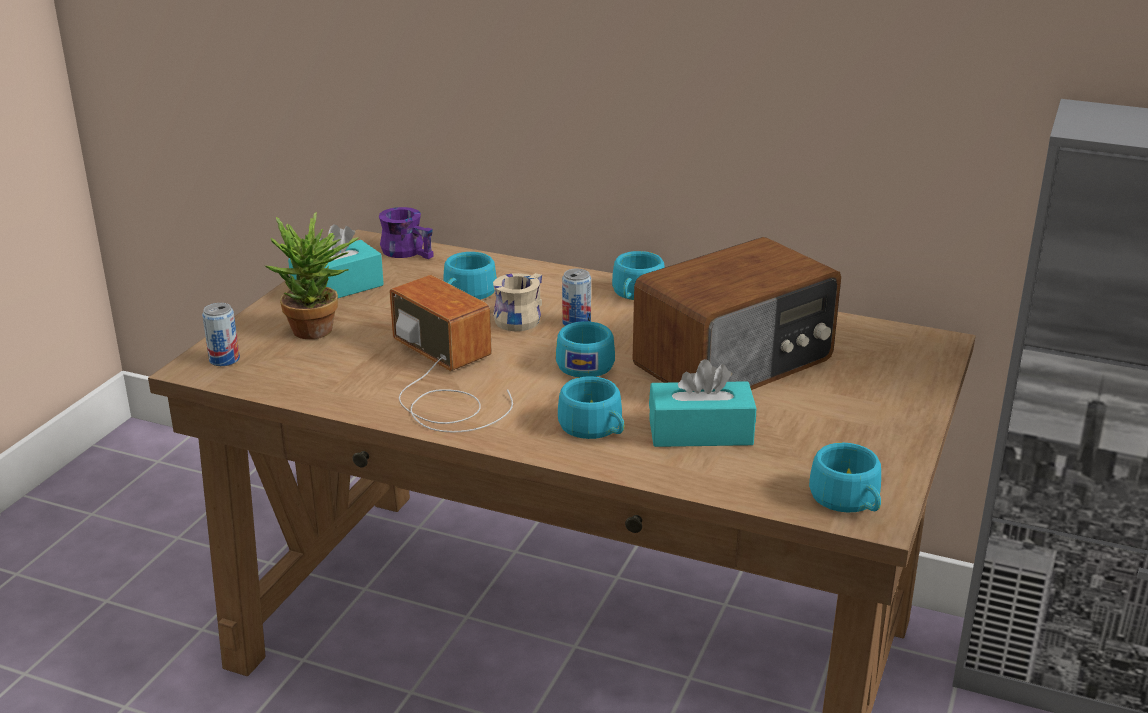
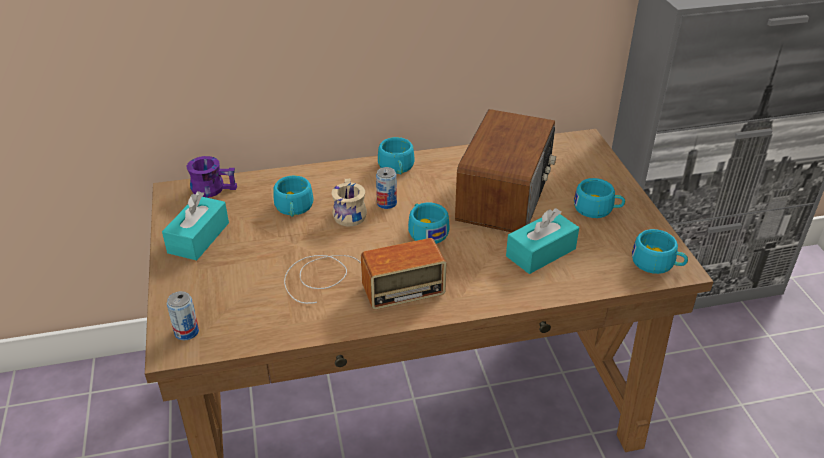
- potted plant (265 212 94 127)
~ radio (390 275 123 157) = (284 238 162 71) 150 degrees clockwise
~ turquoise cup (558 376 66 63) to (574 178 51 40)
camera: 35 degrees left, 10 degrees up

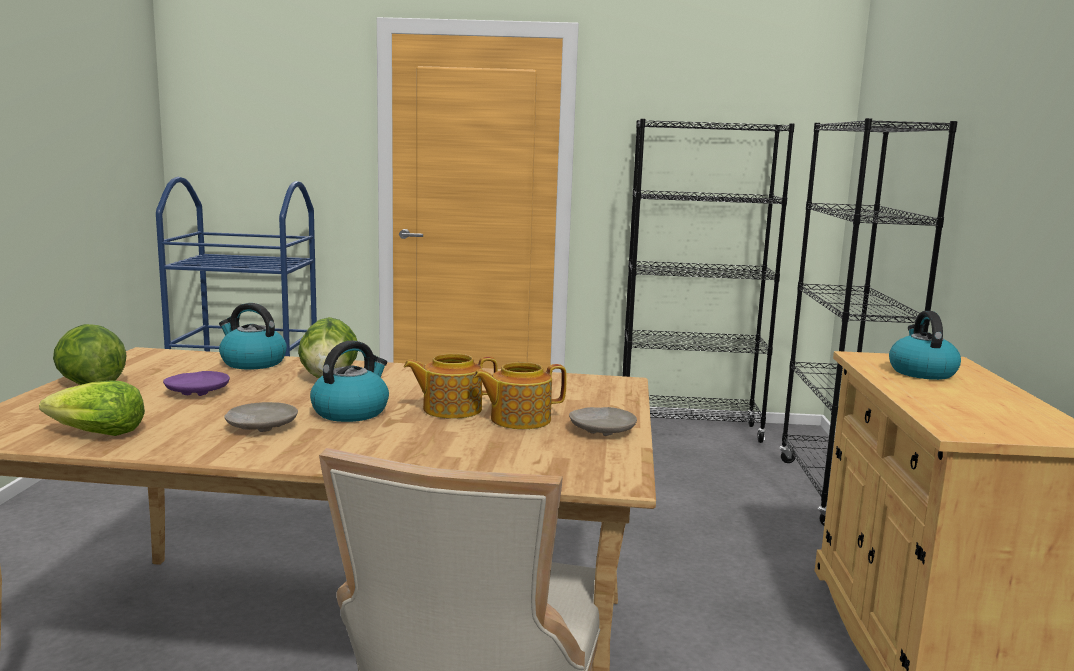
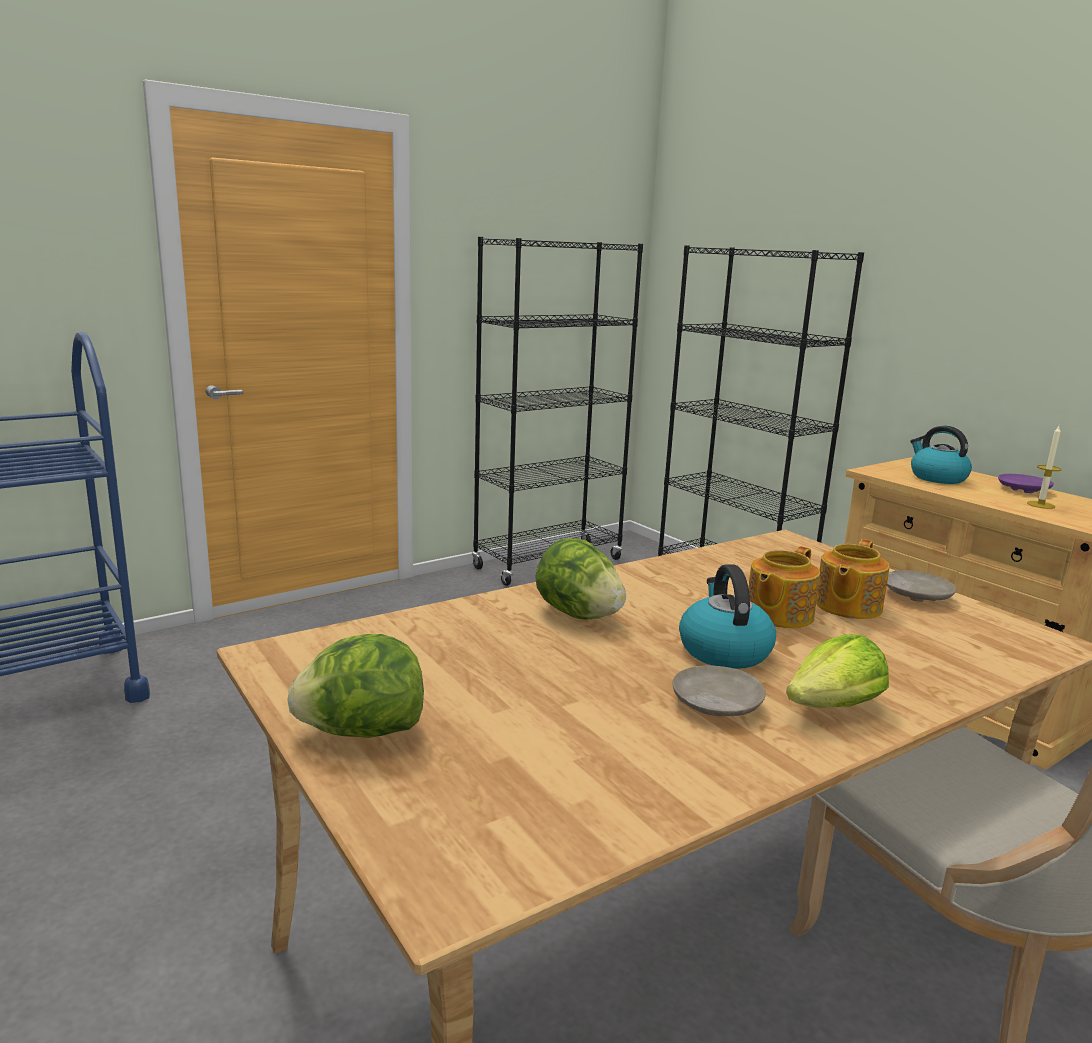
~ lettuce (39 381 106 55) to (786 634 103 74)
~ purple plate (163 371 67 25) to (998 474 56 19)
- kettle (219 303 68 67)
+ candle (1027 426 35 83)
camera: 40 degrees left, 5 degrees up

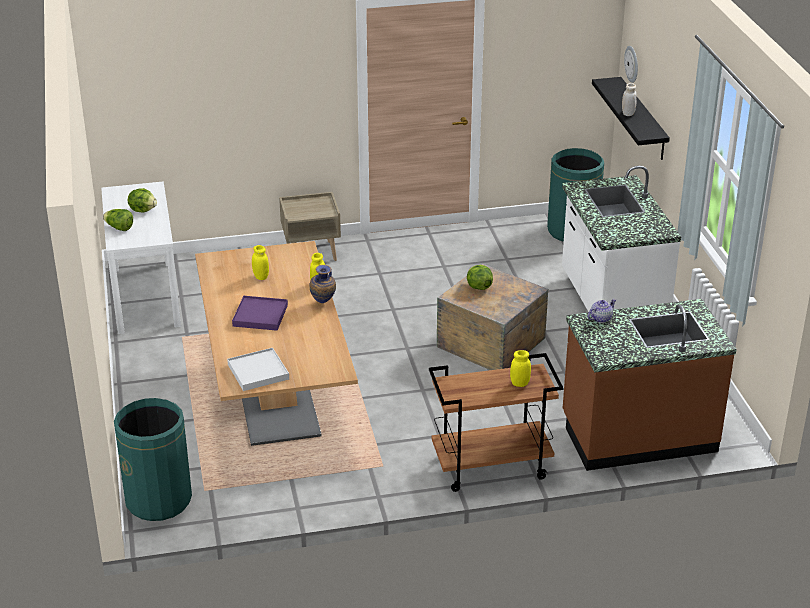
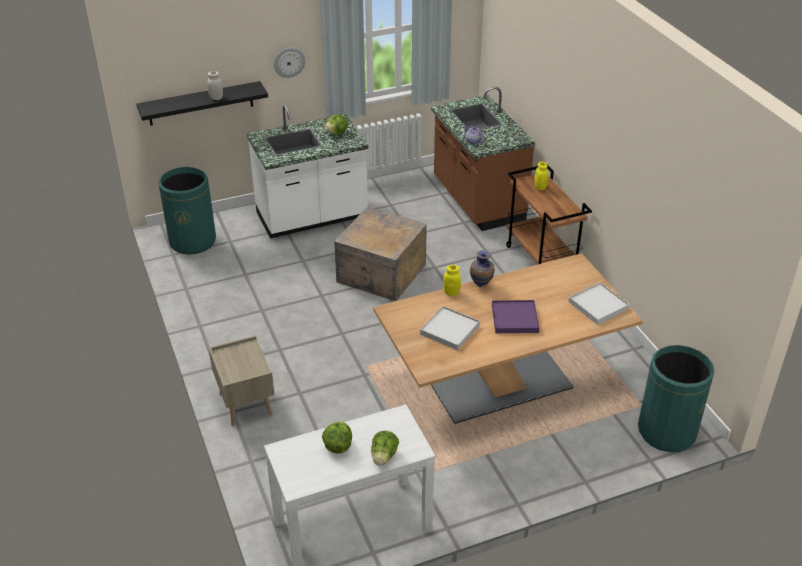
~ yellow jar (252 245 17 35) to white tray (420 306 60 44)
~ lettuce (467 265 26 25) to (325 114 23 21)
~ wall clock (624 46 14 37) to (274 48 31 30)
camera: 100 degrees left, 5 degrees up

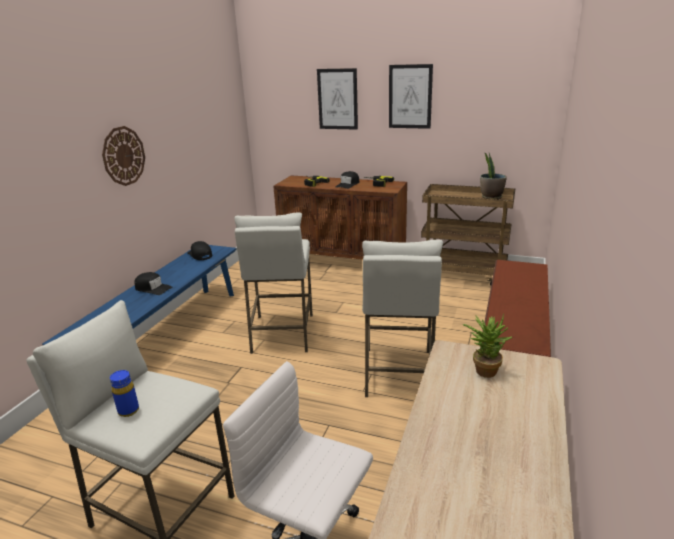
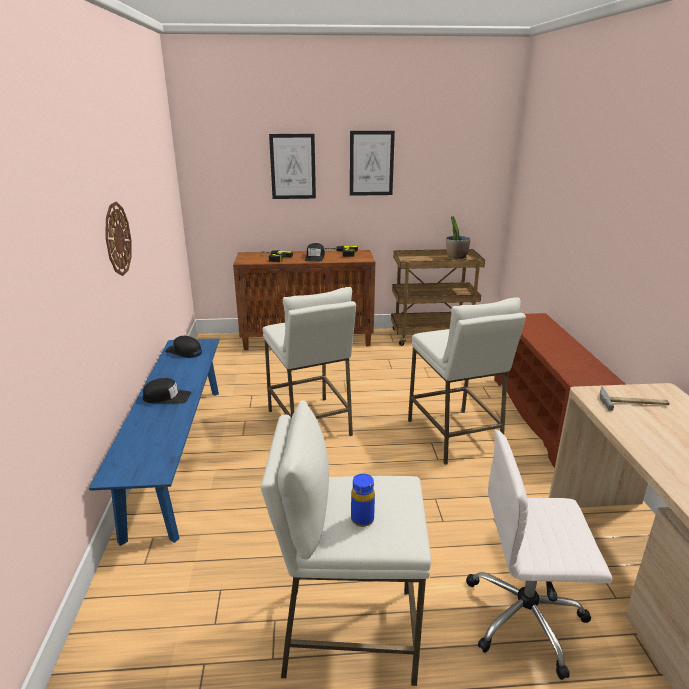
~ potted plant (463 314 49 64) to hammer (600 386 70 25)
camera: 25 degrees left, 0 degrees up

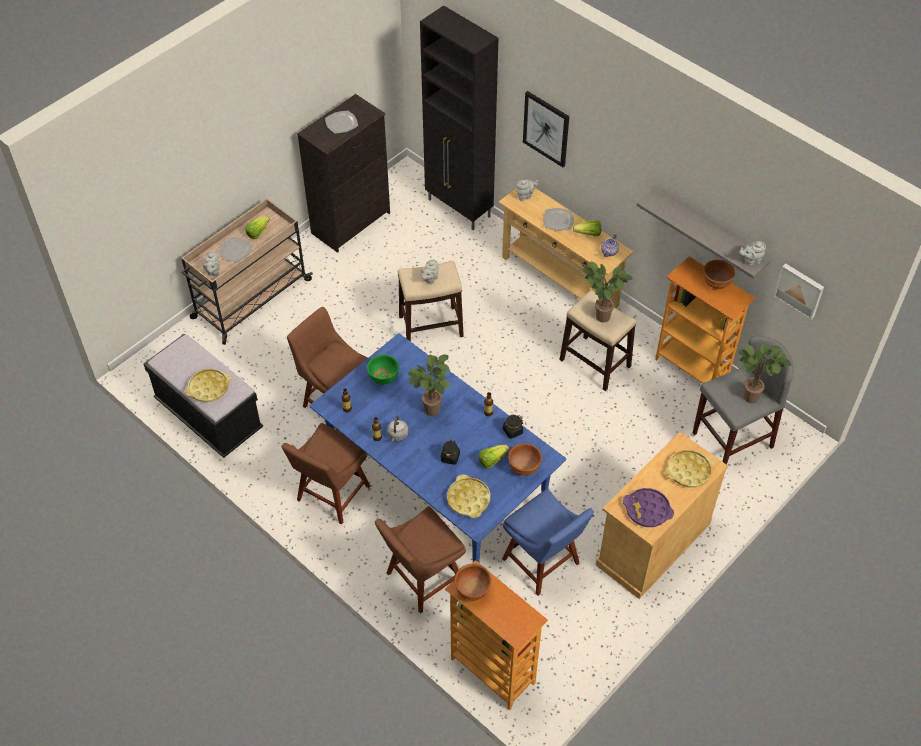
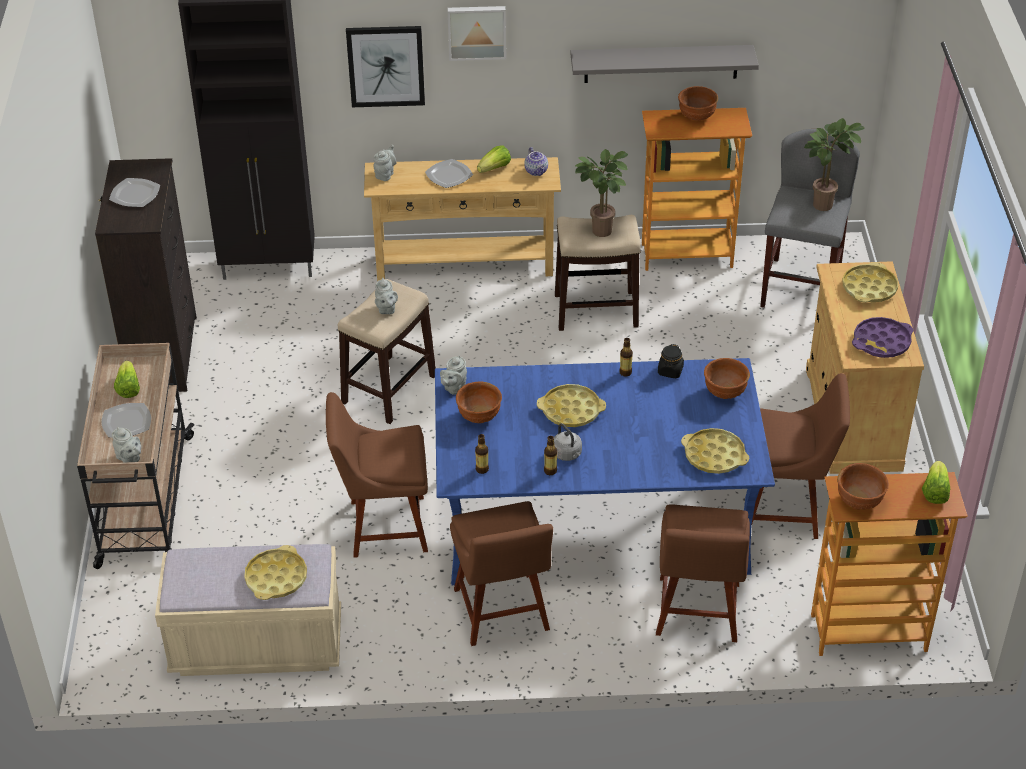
~ black bench (143 334 120 124) to beige bench (155 544 186 132)
~ green bowl (367 354 32 31) to brown bowl (456 381 46 42)
~ potted plant (408 354 42 62) to yellow tray (537 384 69 43)
- black jar (441 440 19 25)
~ lettuce (479 445 31 24) to (922 461 28 43)
~ blue chair (502 489 92 107) to brown chair (751 373 99 166)
~ grey teapot (739 241 27 25) to (440 355 27 40)
~ picture (774 263 50 56) to (447 6 59 55)
camera: 45 degrees left, 10 degrees down

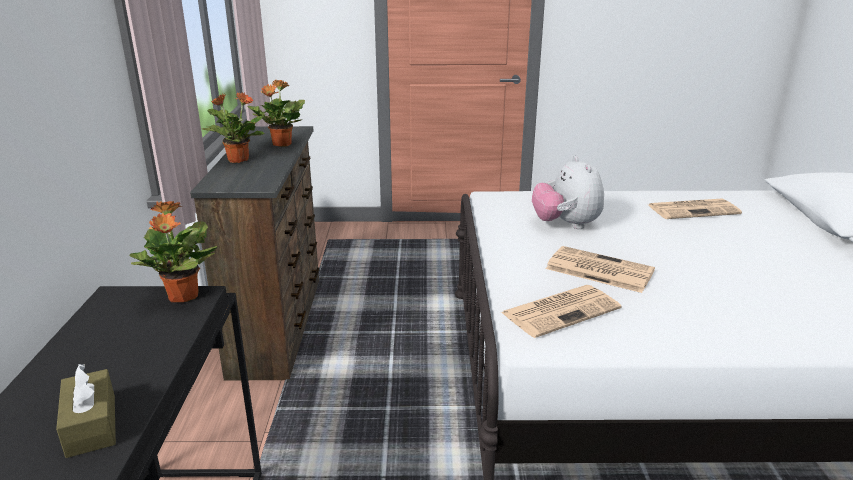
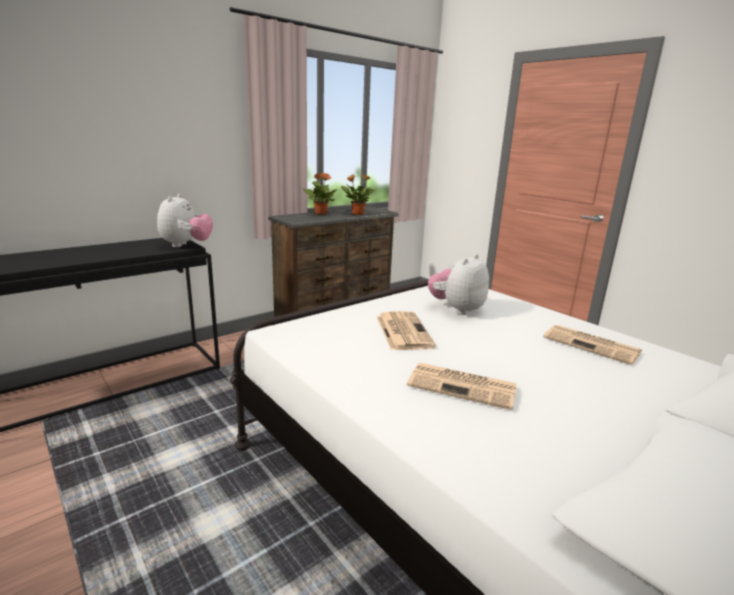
- brown tissue box (56 364 60 94)
~ potted plant (129 201 88 101) to plush toy (157 194 56 53)
~ newspaper (501 285 120 53) to (407 363 110 47)
camera: 50 degrees right, 5 degrees down

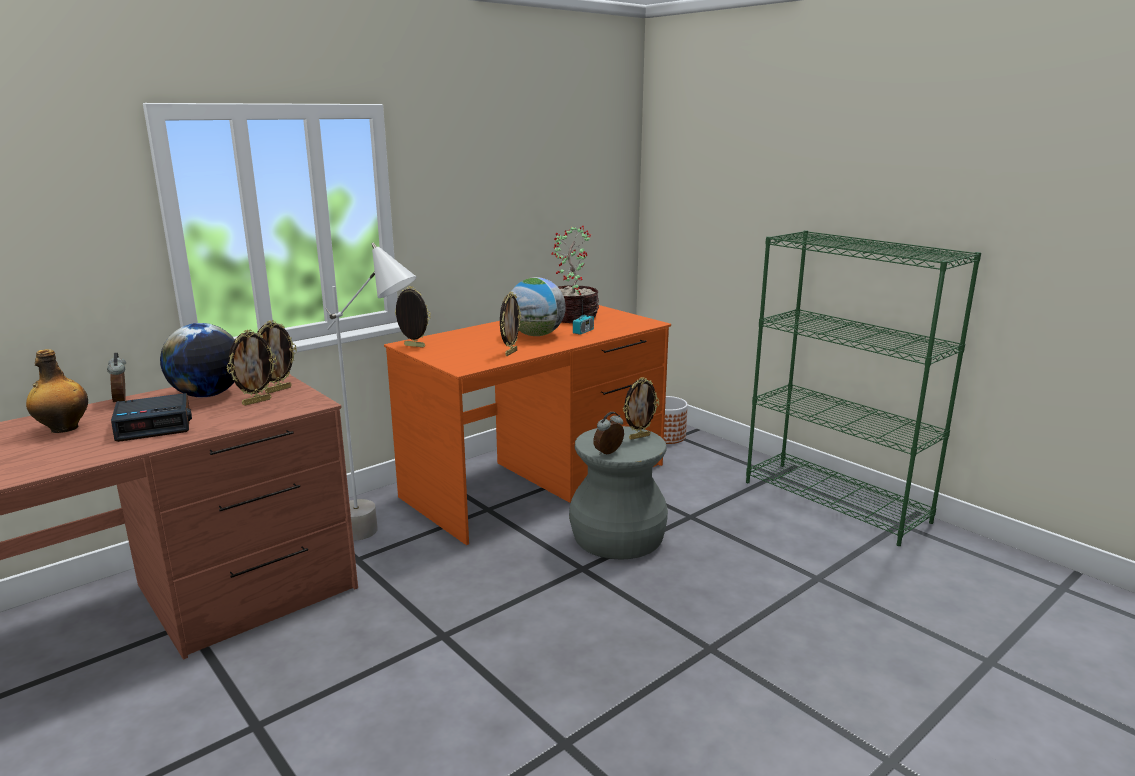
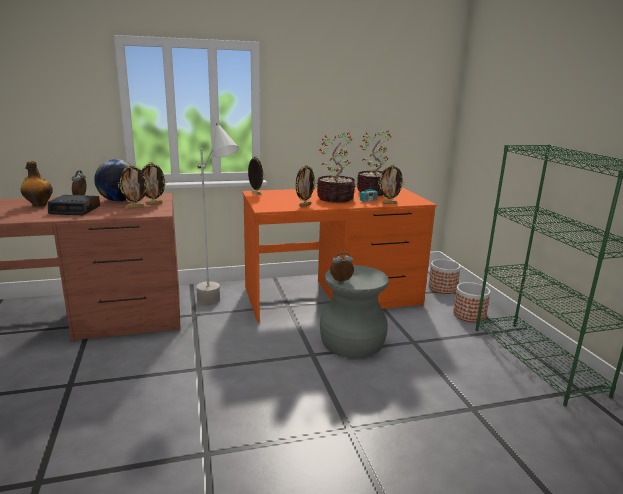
~ globe (511 277 55 59) to potted plant (317 132 38 71)
~ picture frame (623 377 36 63) to (378 164 27 40)
+ planter (453 282 37 40)
camera: 25 degrees right, 0 degrees up

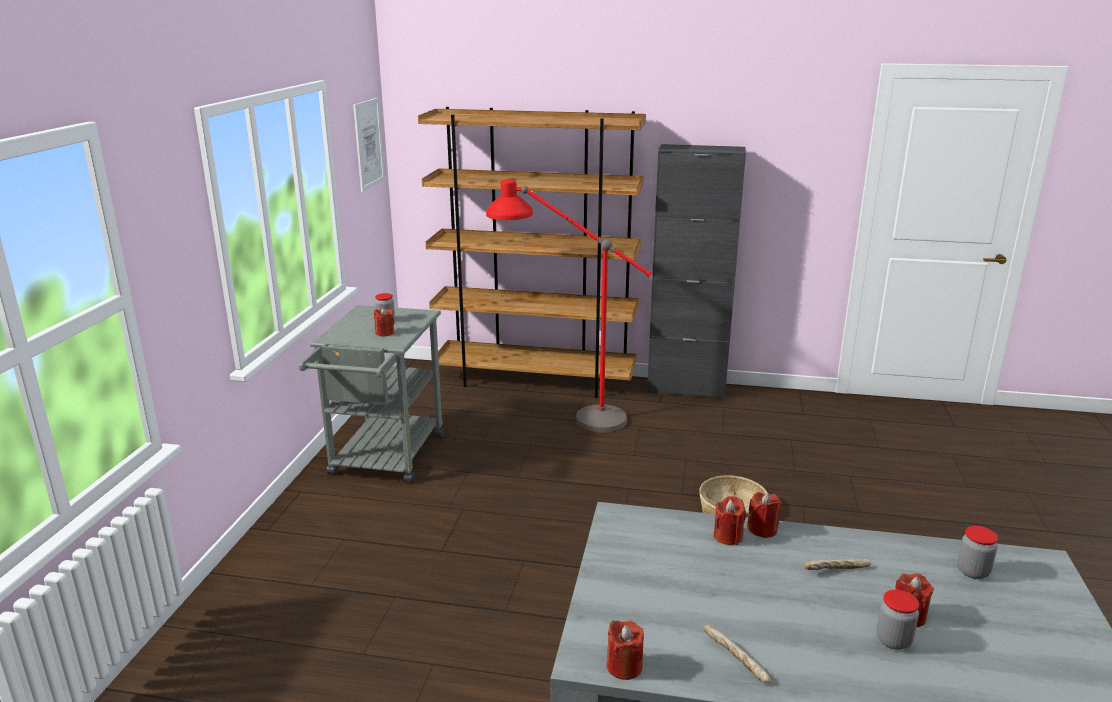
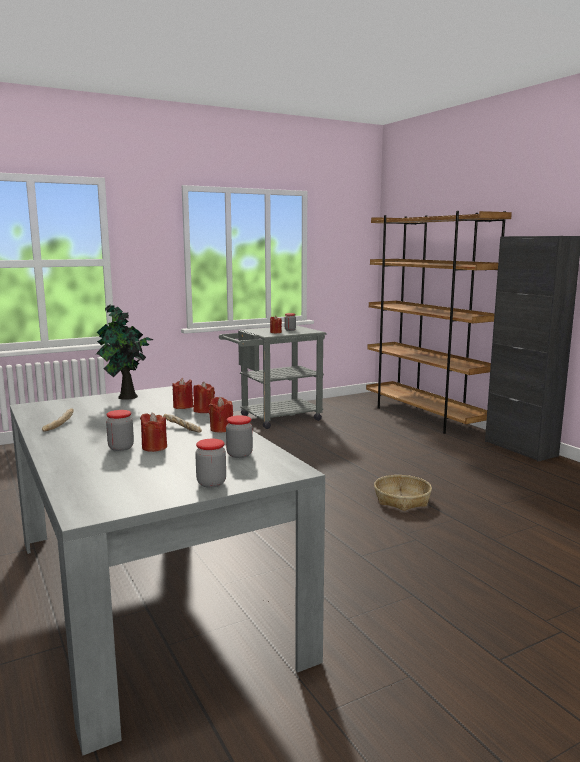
- picture (353 98 32 94)
- red floor lamp (486 179 166 253)
~ red candle (606 620 38 60) to (208 397 25 36)
+ potted plant (96 304 57 96)
+ jar (195 439 31 49)
camera: 50 degrees right, 10 degrees down

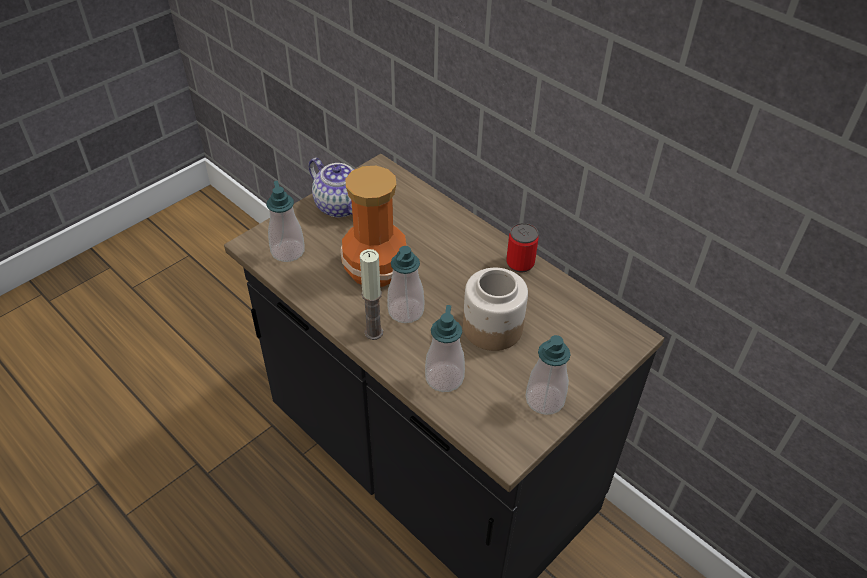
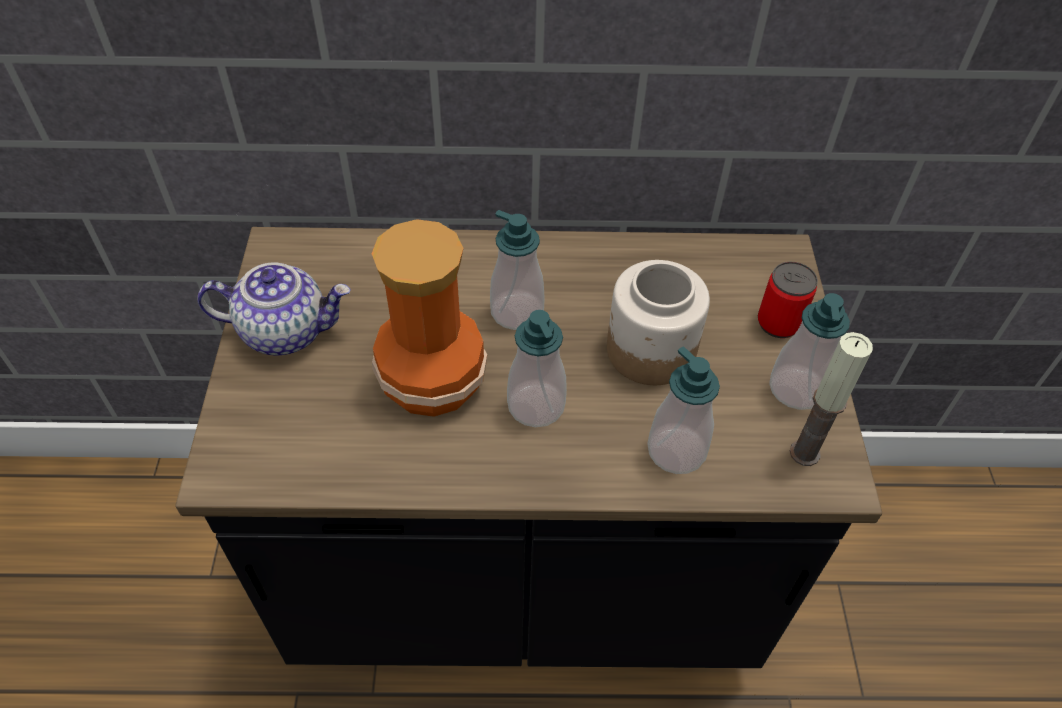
~ soap dispenser (267 181 38 81) to (490 210 55 120)
~ candle (360 249 23 91) to (790 332 83 134)
~ can (506 223 33 50) to (758 262 60 76)
camera: 45 degrees left, 5 degrees up

